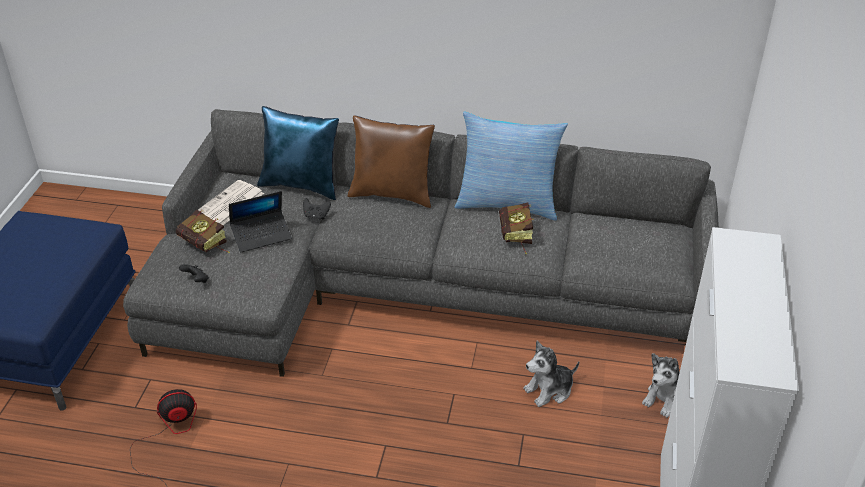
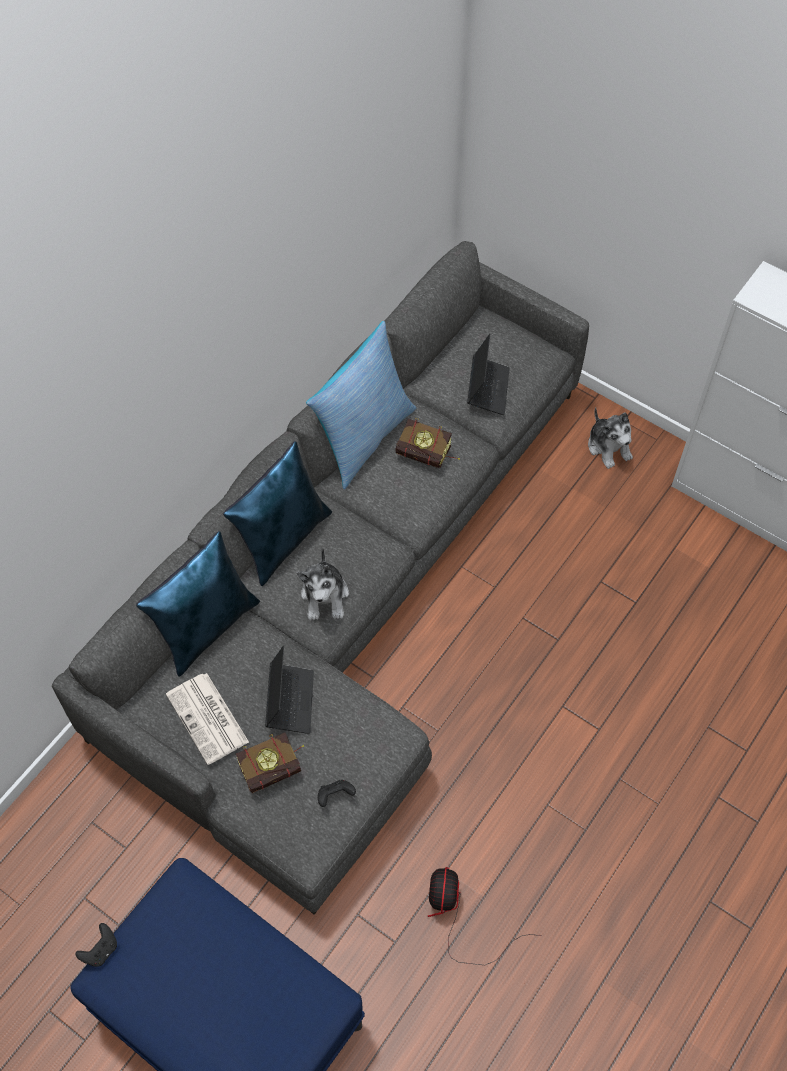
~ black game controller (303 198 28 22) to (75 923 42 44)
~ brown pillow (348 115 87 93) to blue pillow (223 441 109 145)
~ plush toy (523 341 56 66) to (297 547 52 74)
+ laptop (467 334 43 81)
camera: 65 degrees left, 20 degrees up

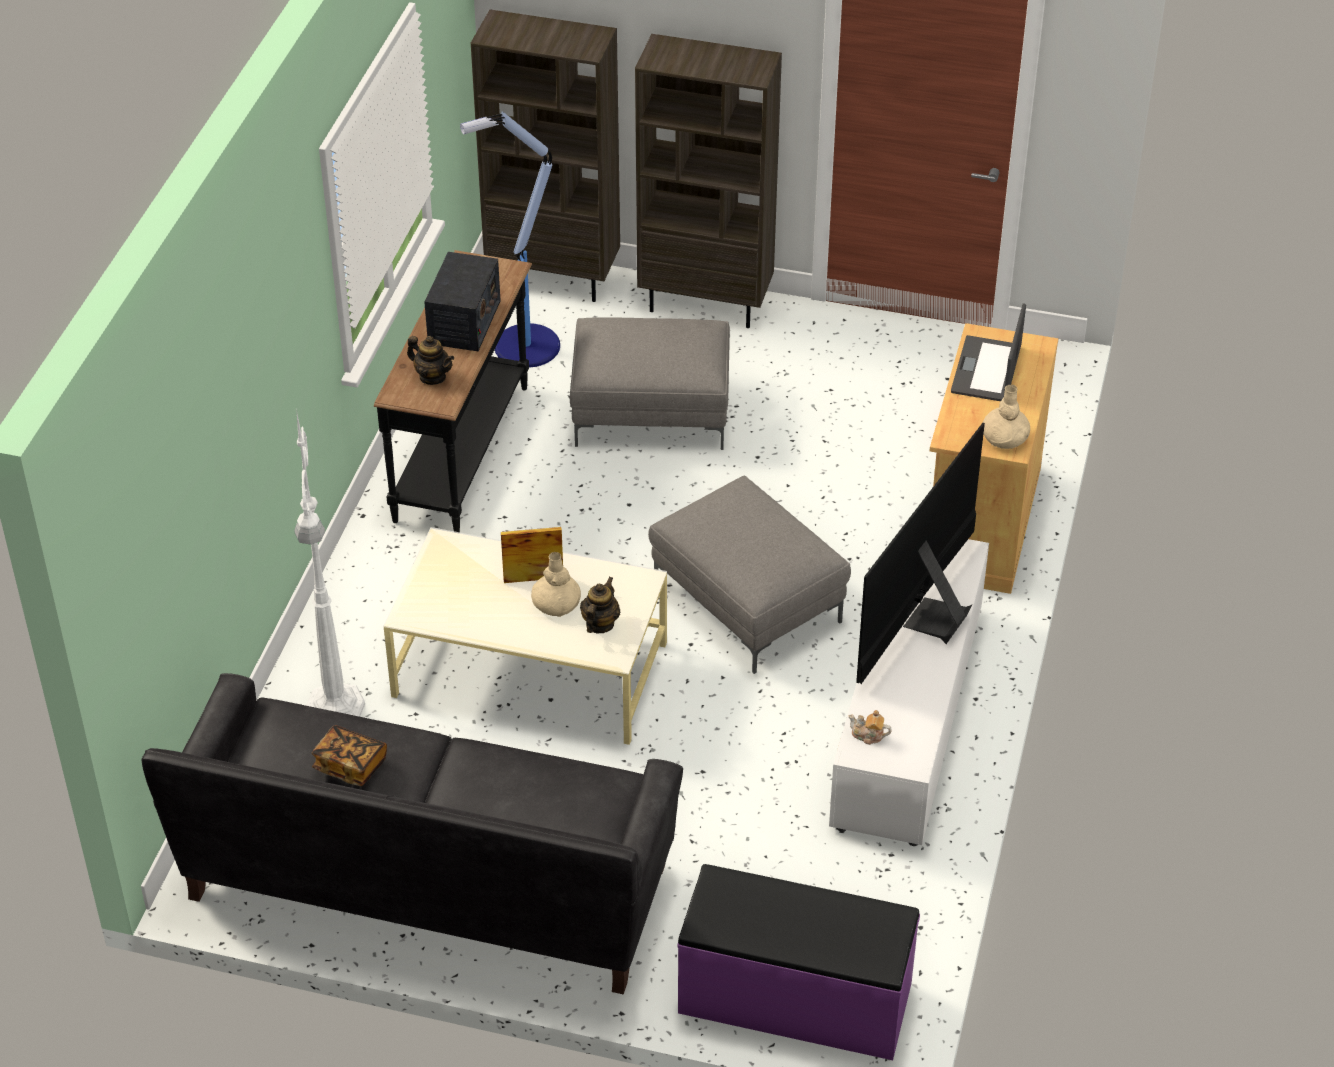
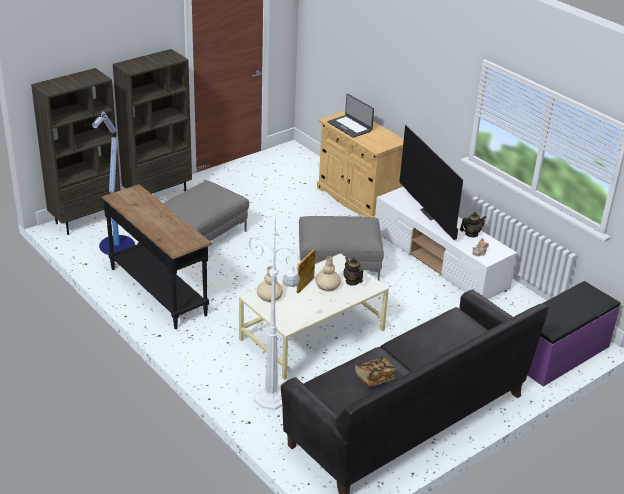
~ teapot (407 336 47 49) to (460 212 26 25)
- radio (424 252 77 99)
~ beige vase (983 385 47 64) to (257 266 26 36)
camera: 55 degrees left, 10 degrees down

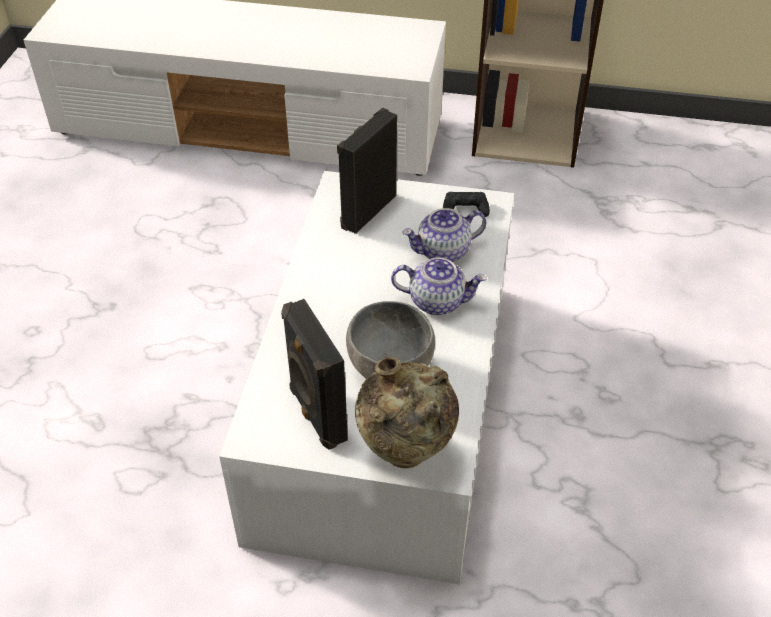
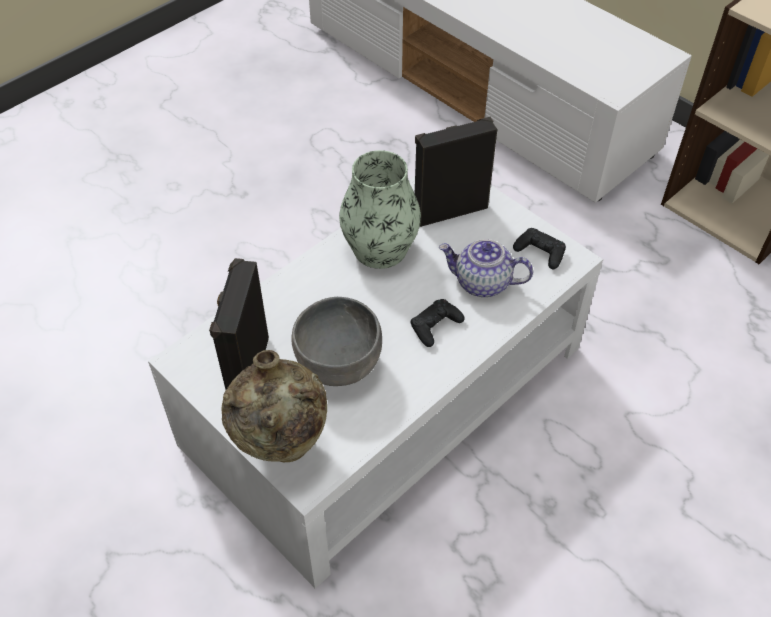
~ teapot (391 257 96 58) to black game controller (411 299 54 48)
+ vase (339 150 82 119)
camera: 35 degrees right, 5 degrees up

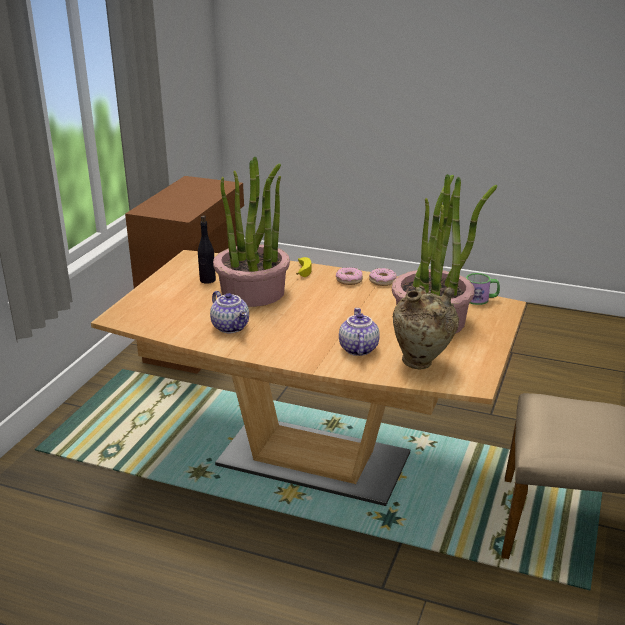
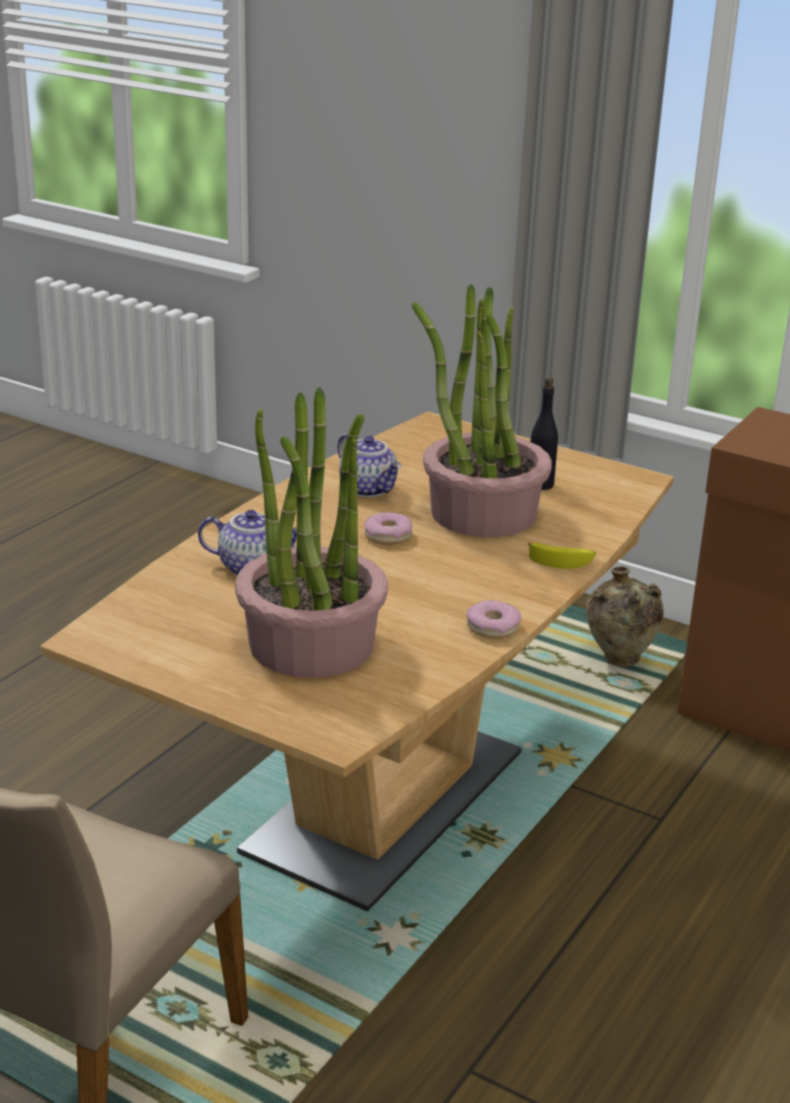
~ teapot (210 291 39 42) = (338 434 63 63) 105 degrees counterclockwise
~ donut (336 267 27 18) to (364 512 48 32)
~ beige vase (393 285 66 84) to (586 567 78 100)
- mug (466 273 34 32)
camera: 100 degrees right, 0 degrees up

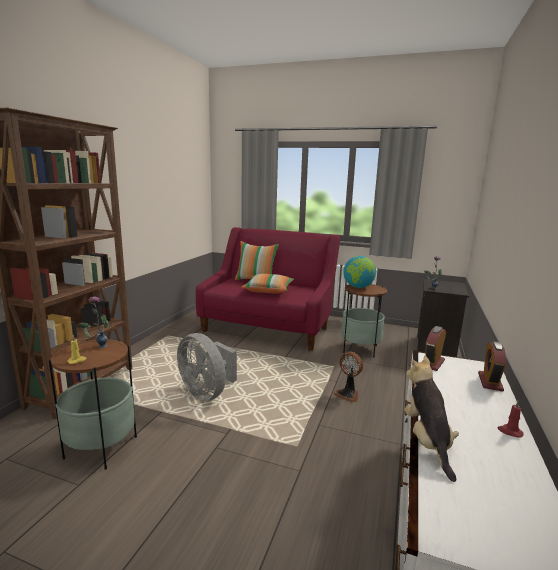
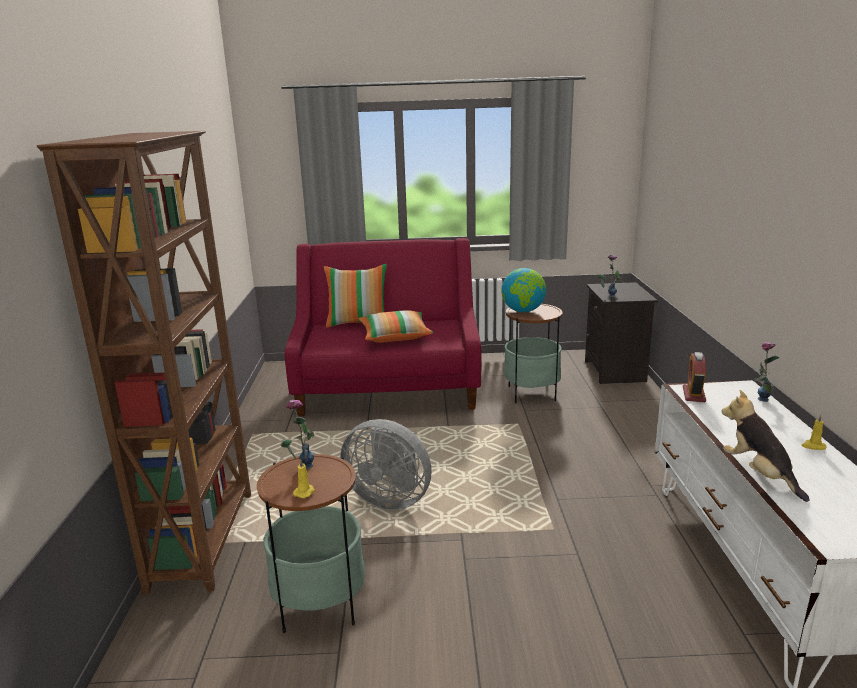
- fan (333 352 30 51)
~ alarm clock (478 341 28 51) to vase (754 342 25 60)
~ red candle (497 401 27 37) to yellow candle (801 414 25 36)
camera: 20 degrees left, 5 degrees up

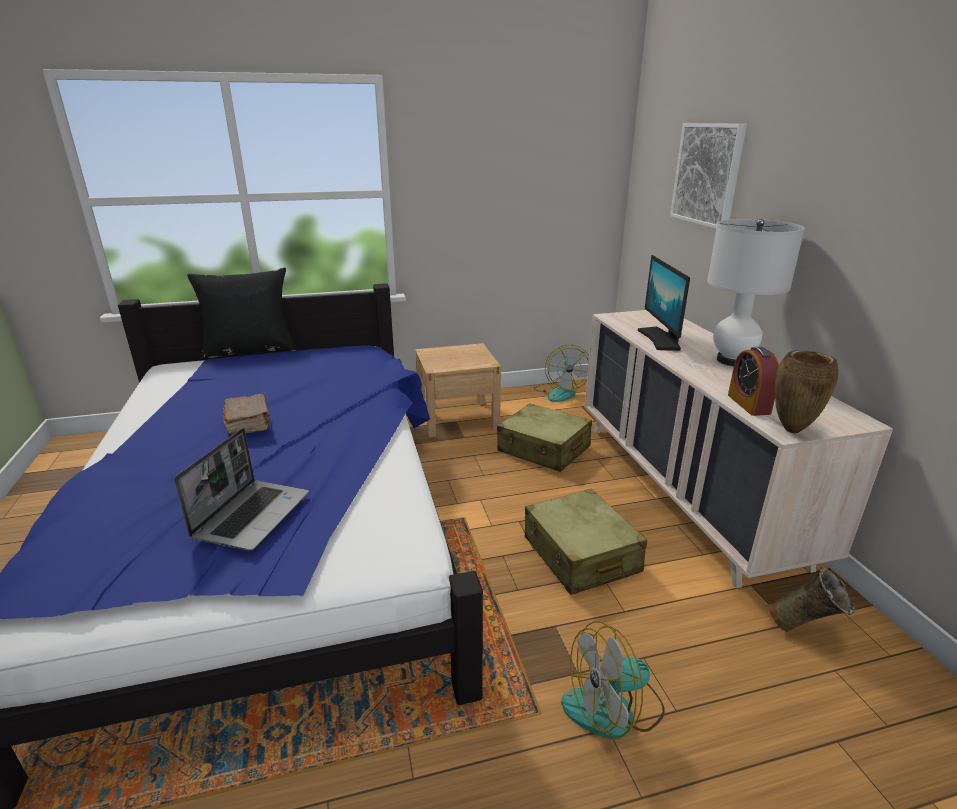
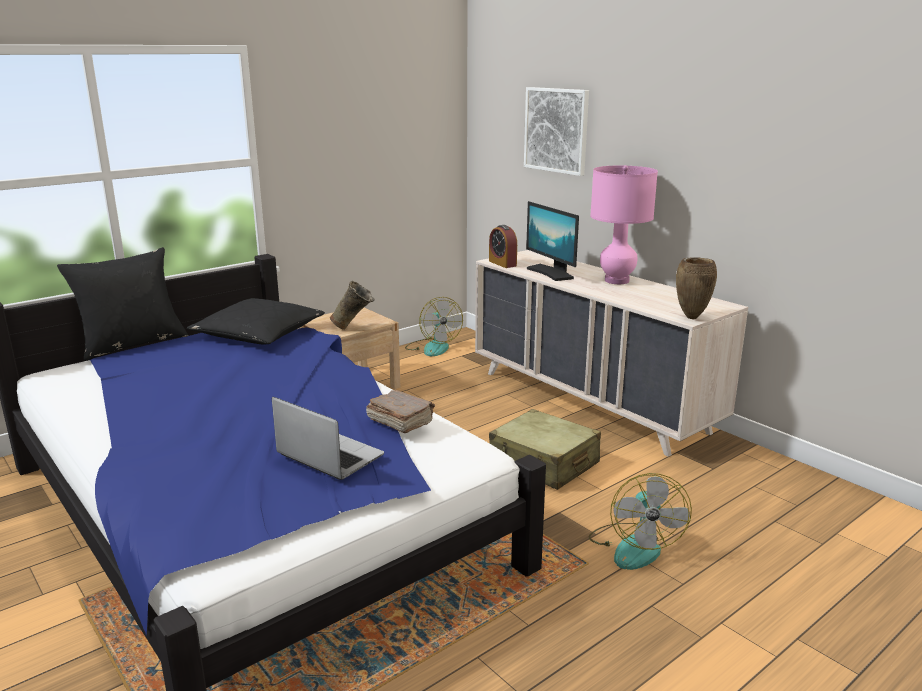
~ laptop (174 428 135 123) = (272 397 112 83) 45 degrees counterclockwise
~ brown book (223 394 47 41) to (366 390 69 43)
- beige suitcase (497 403 95 69)
~ fan (561 621 104 119) = (589 473 103 97) 45 degrees counterclockwise
~ white table lamp (707 219 98 147) to pink table lamp (590 165 68 119)
~ alarm clock (728 347 51 69) to (489 225 28 43)
~ beige vase (769 567 86 65) to (330 281 44 49)
+ black pillow (187 298 138 47)
camera: 25 degrees left, 5 degrees down

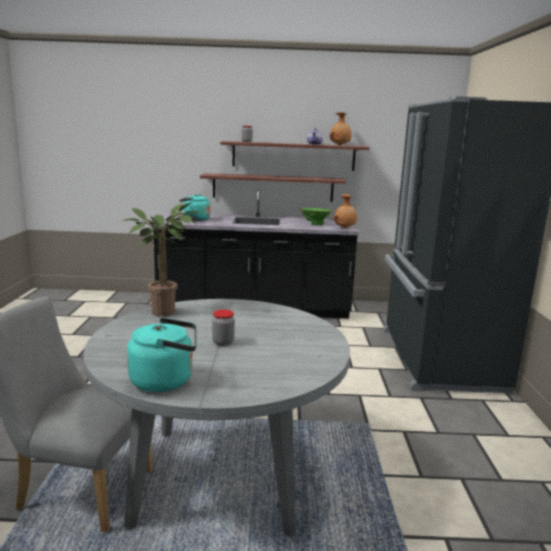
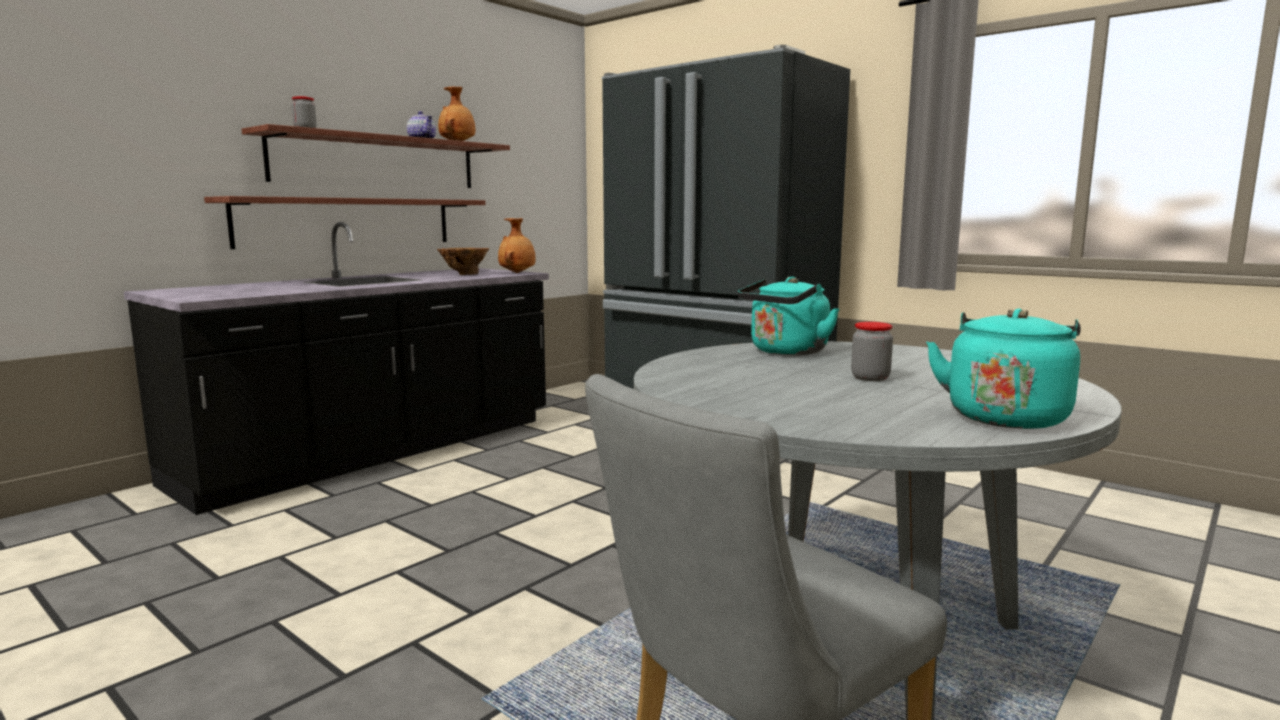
- potted plant (122 202 80 115)
~ turquoise kettle (179 194 31 27) to (738 277 101 78)
~ green vase (300 208 32 17) to brown vase (437 248 52 27)
camera: 50 degrees left, 5 degrees down

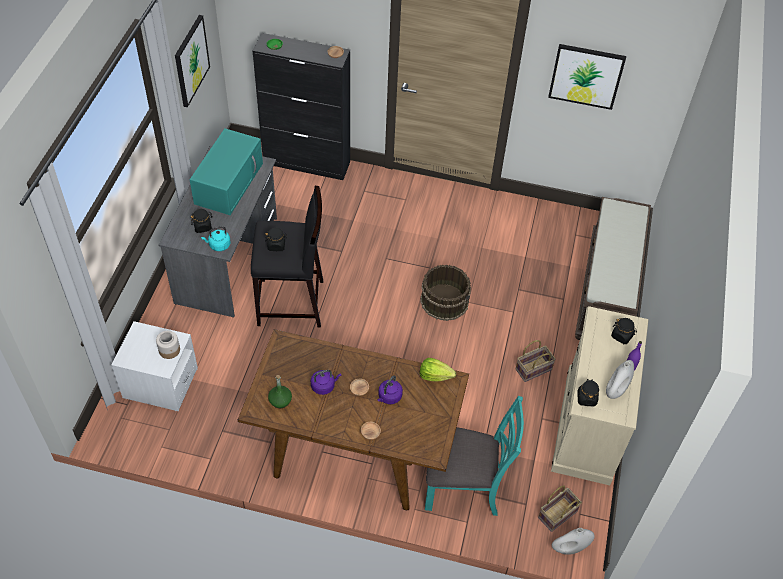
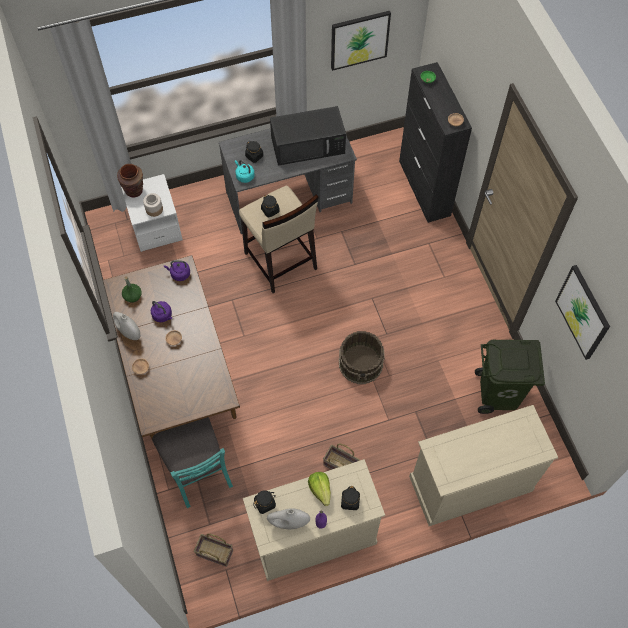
~ turquoise microwave (190 128 73 87) to black microwave (270 106 76 60)
~ black stool (251 186 72 141) to beige stool (239 185 80 108)
~ purple kettle (378 375 25 29) to (164 260 26 21)
~ lettuce (419 358 37 23) to (308 472 23 34)
~ white vase (552 528 43 27) to (113 312 27 28)
~ brown bench (575 197 76 143) to beige dresser (409 405 149 121)
+ brown vase (117 164 26 34)
+ green trash can (475 340 70 74)
camera: 60 degrees right, 10 degrees up

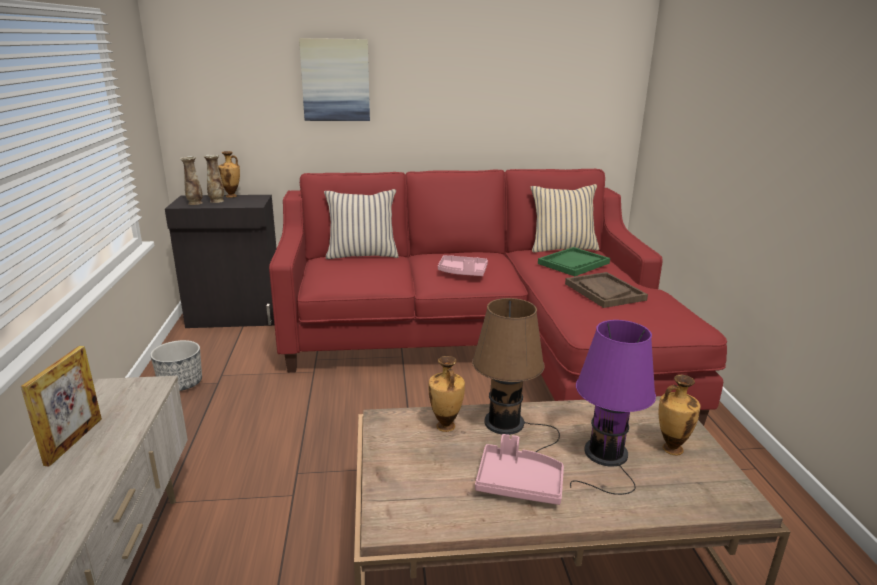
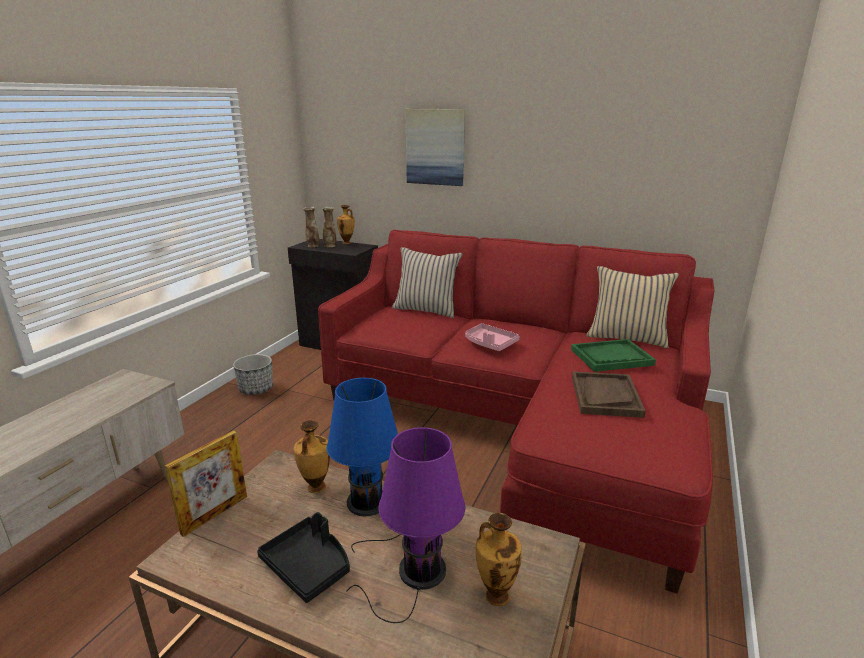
~ picture frame (21 346 81 121) to (165 430 82 107)
~ brown table lamp (472 298 88 154) to blue table lamp (327 378 74 175)
~ pink tray (475 434 89 71) to black tray (257 512 93 91)
camera: 30 degrees right, 0 degrees up

